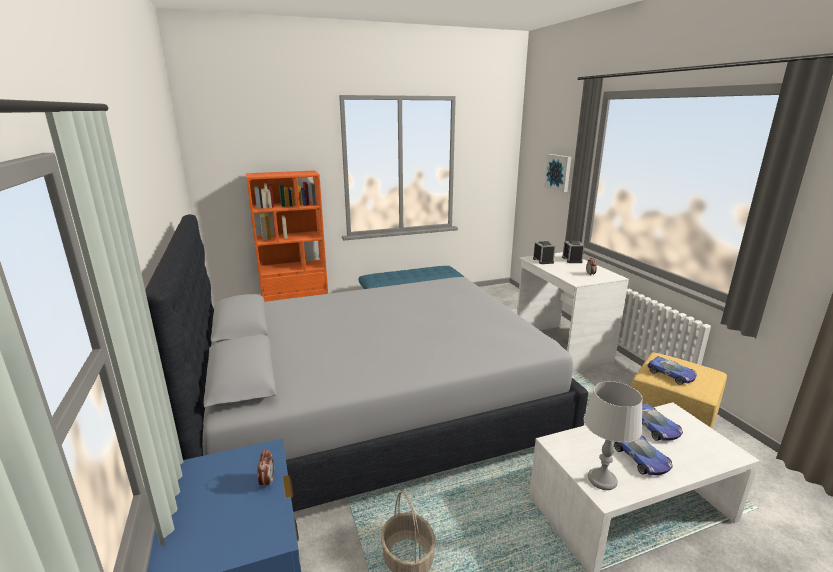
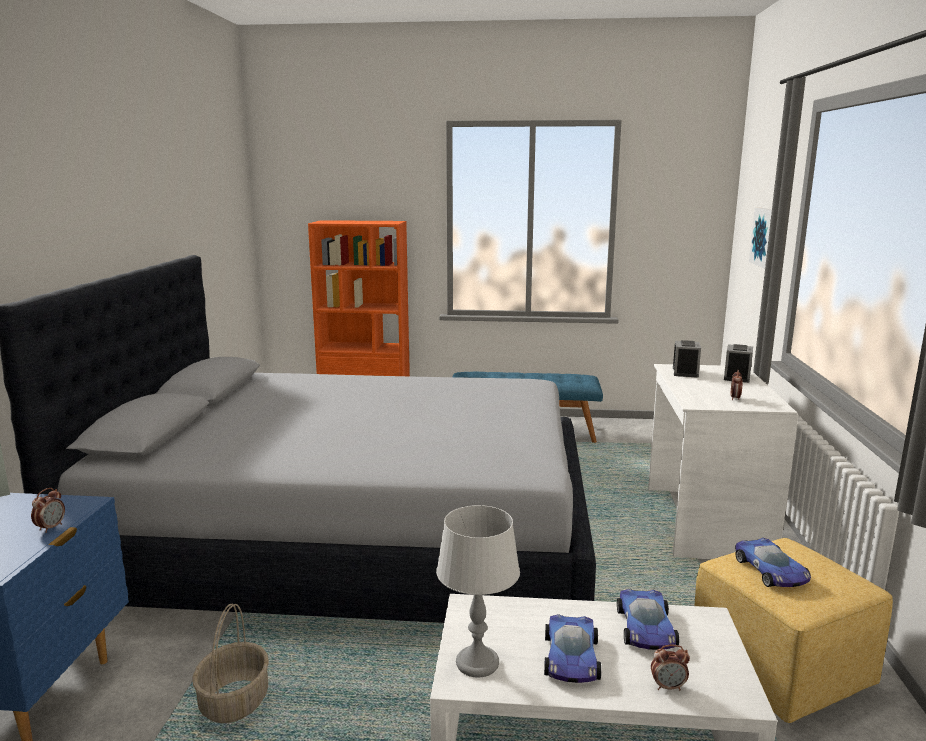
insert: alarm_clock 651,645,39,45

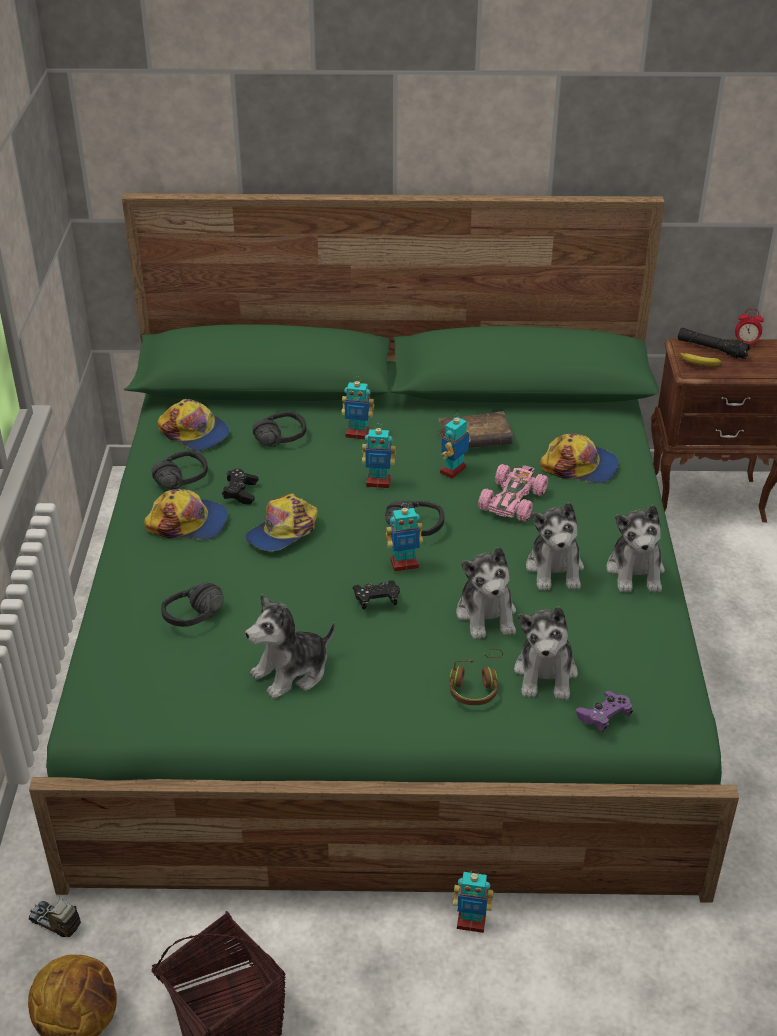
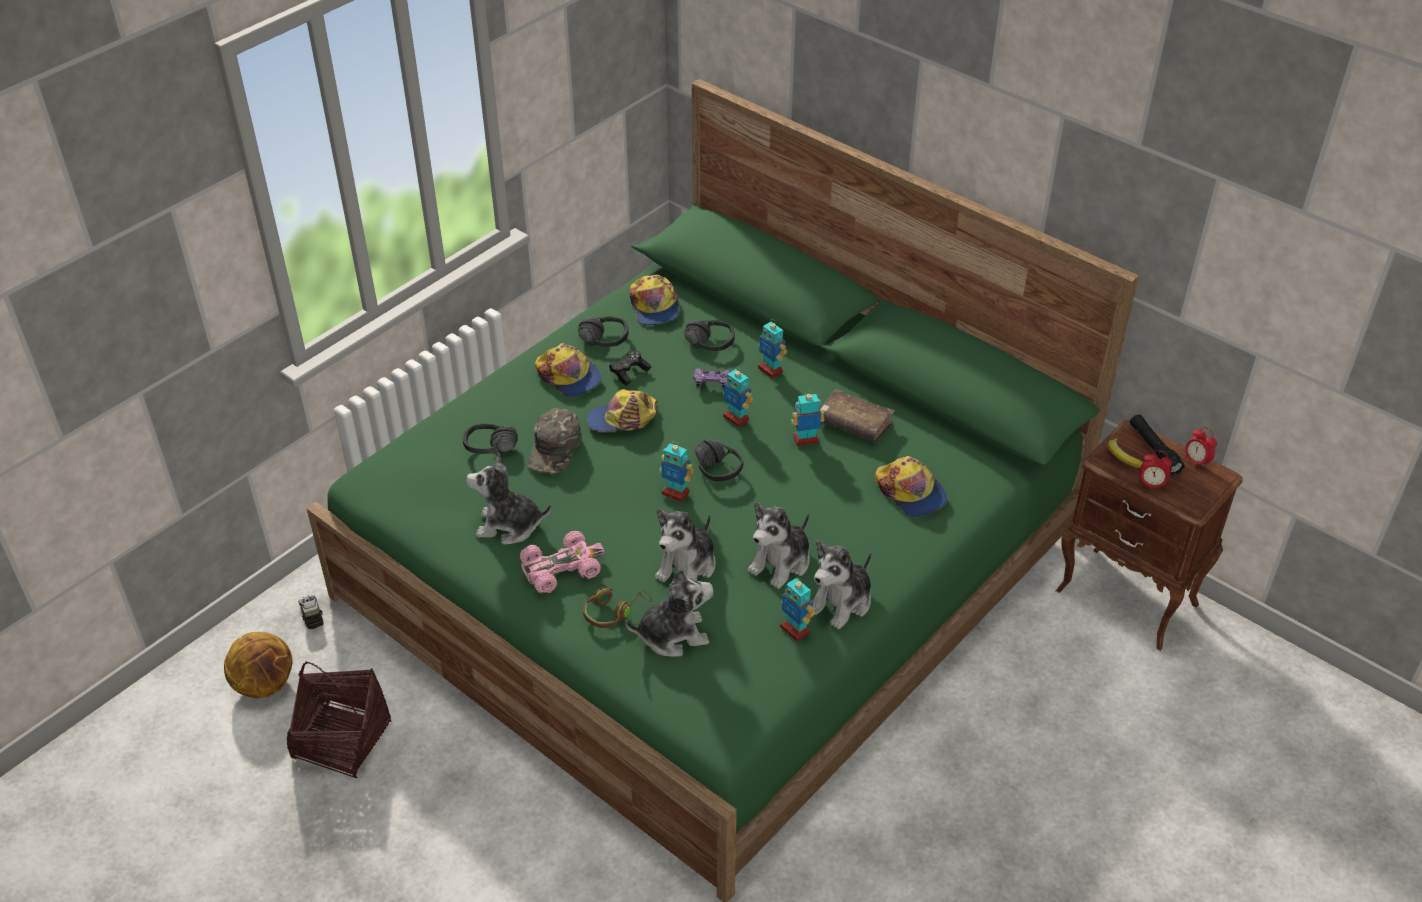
delete: black_game_controller 353,580,47,29
insert: green_cap 527,408,55,65; alarm_clock 1140,450,32,42
move: toy_robot 453,870,40,63 to 780,578,35,63; pink_toy_car 478,464,70,58 to 520,531,84,63; purple_game_controller 575,691,58,41 to 693,369,37,21
rotate: plush_toy 514,606,64,94 = 625,568,89,89 150 degrees counterclockwise

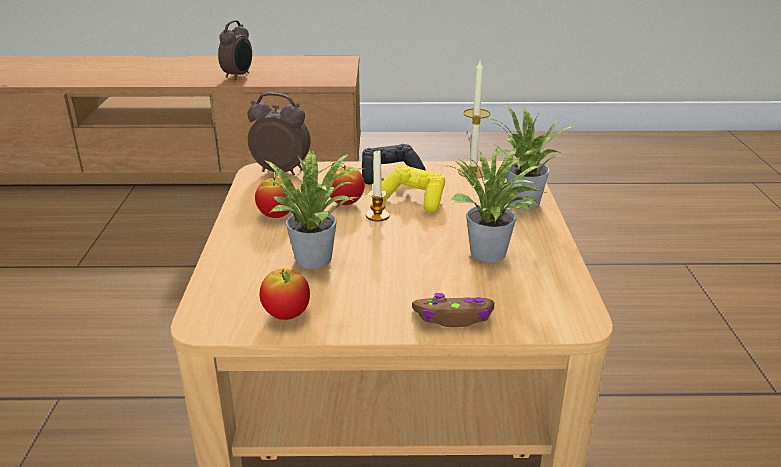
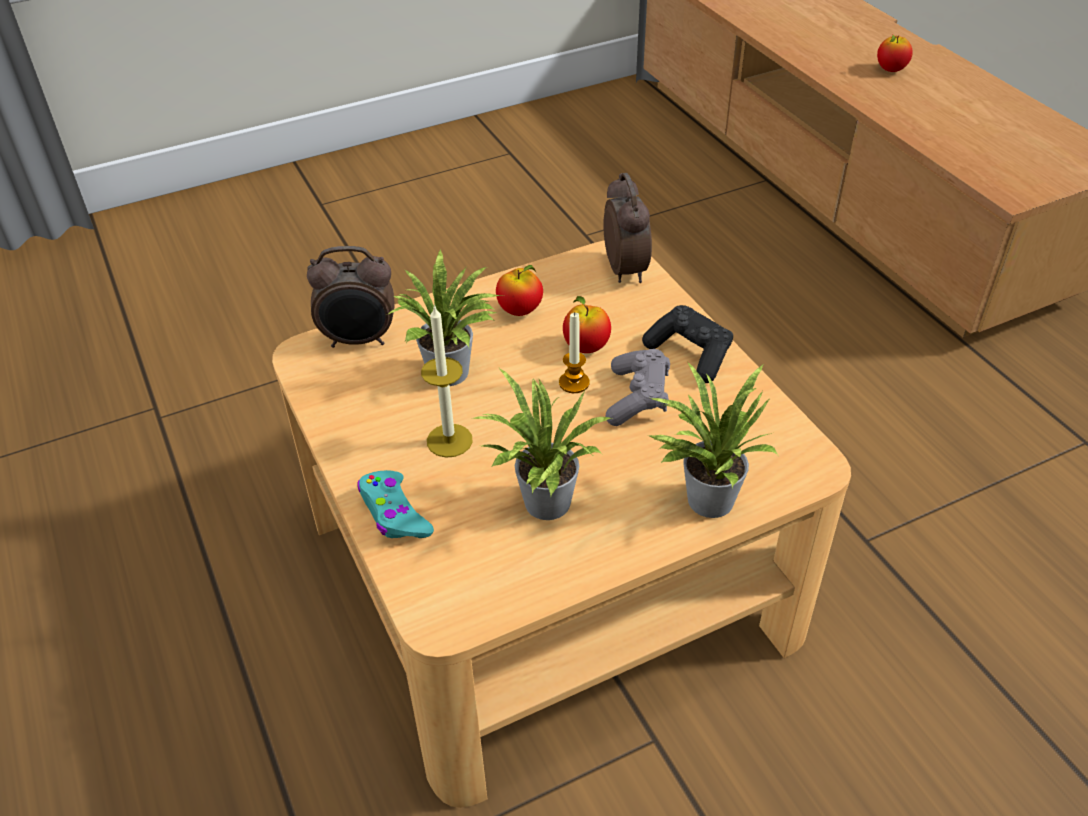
move: alarm_clock 218,20,34,60 to 307,246,88,102; apple 260,268,50,52 to 877,35,36,37; candle 458,61,32,117 to 421,304,52,154
recolor: yellow_game_controller 381,165,64,48 to grey_game_controller 606,349,64,77; brown_game_controller 412,293,82,34 to turquoise_game_controller 357,470,77,68

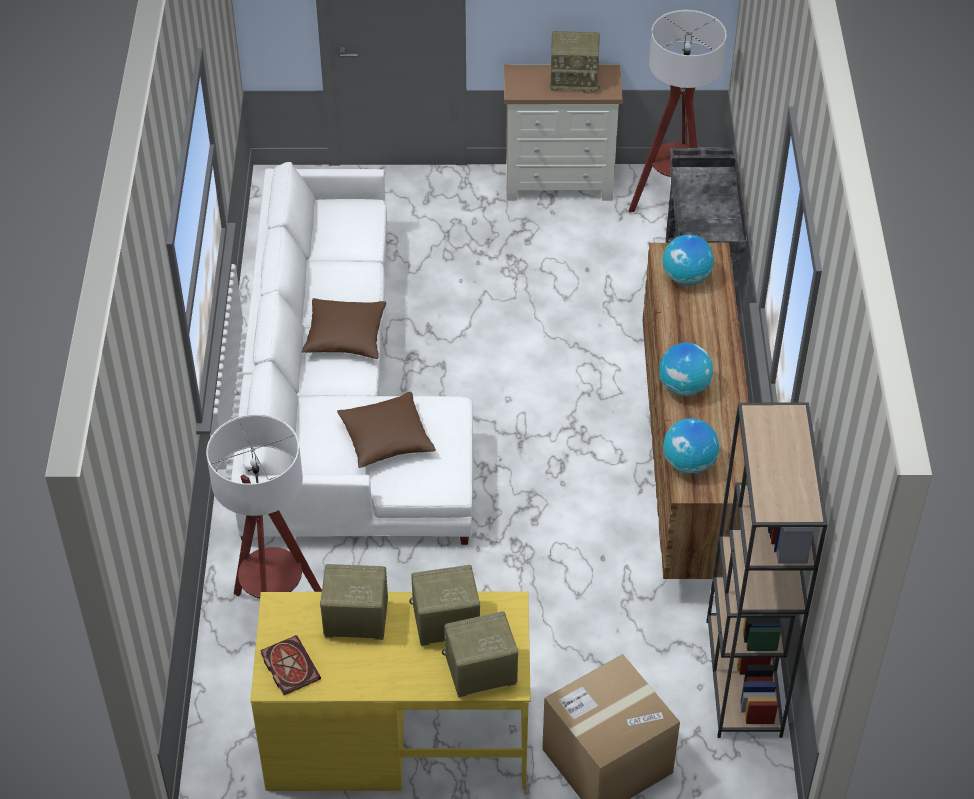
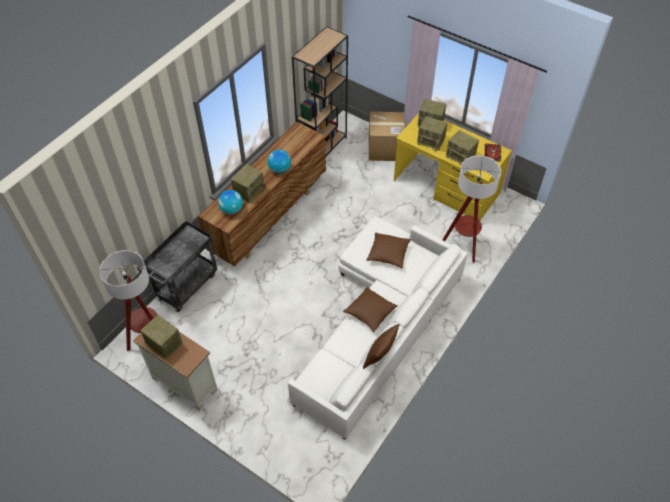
delete: globe 663,418,56,56
insert: radio 231,164,35,39; brown_pillow 363,324,37,45

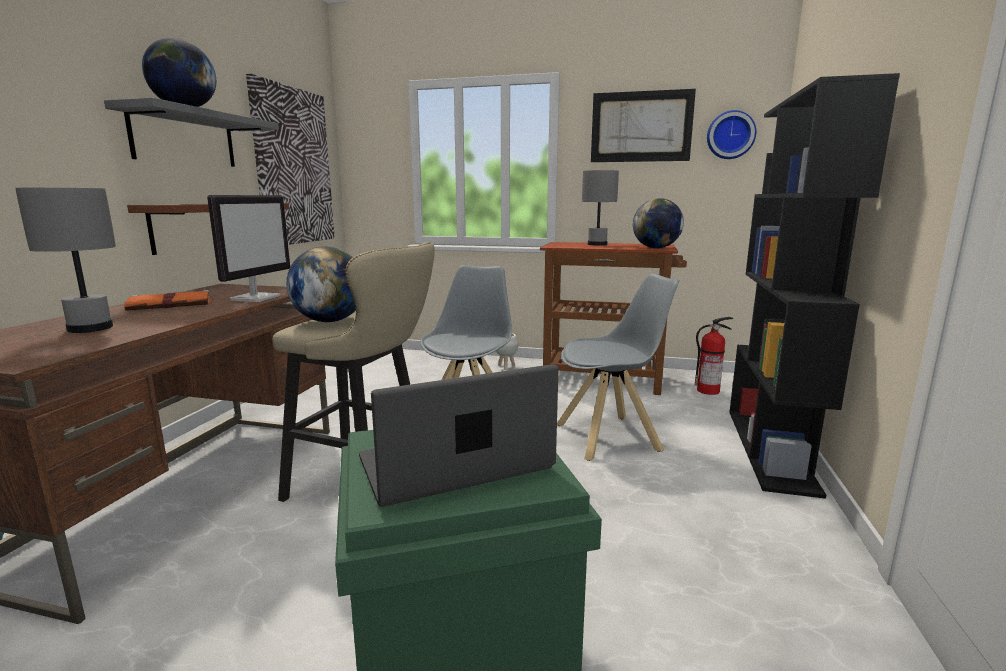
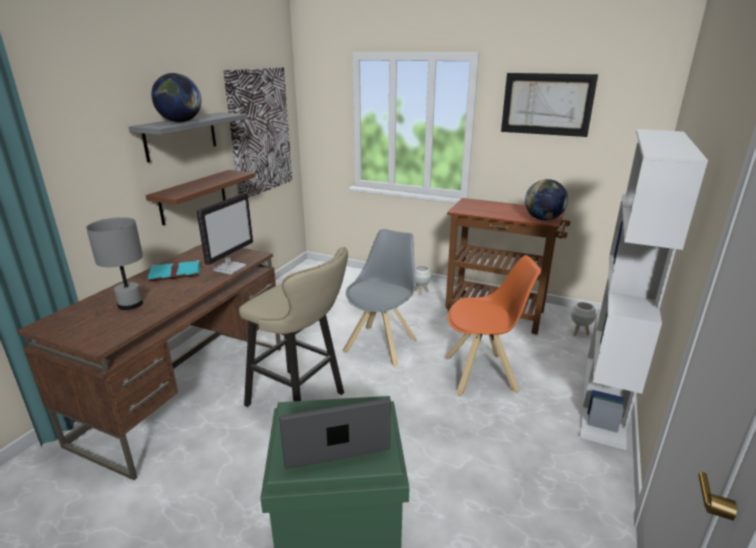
delete: globe 286,247,70,75; grey_table_lamp 582,170,37,76; wall_clock 707,110,49,49
replace: fire_extinguisher 695,317,38,78 to white_planter 571,302,25,34
recolor: orange_book 124,290,91,21 to turquoise_book 148,260,56,21; grey_chair 557,273,122,188 to orange_chair 444,256,97,140; black_bookcase 729,73,171,426 to white_bookcase 580,129,128,321

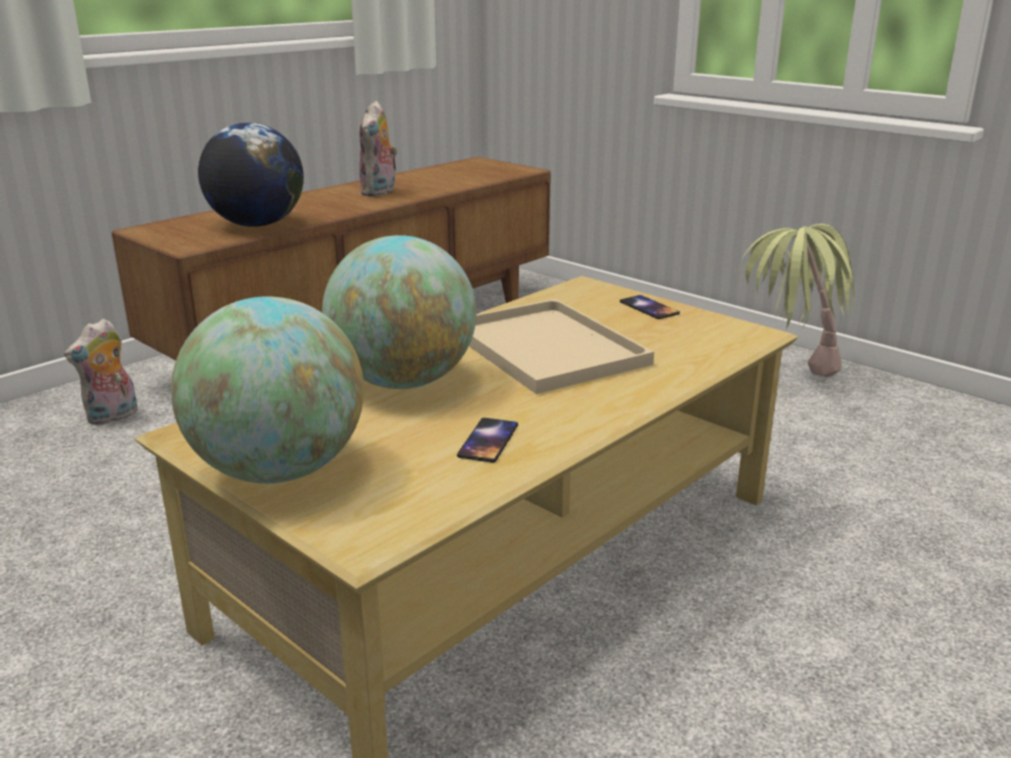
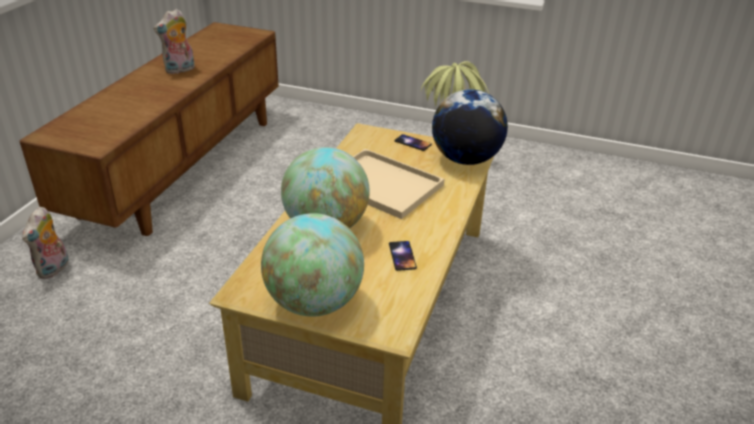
move: globe 198,123,106,104 to 432,89,76,76
rotate: plush_toy 359,101,39,96 = 153,9,42,65 60 degrees clockwise

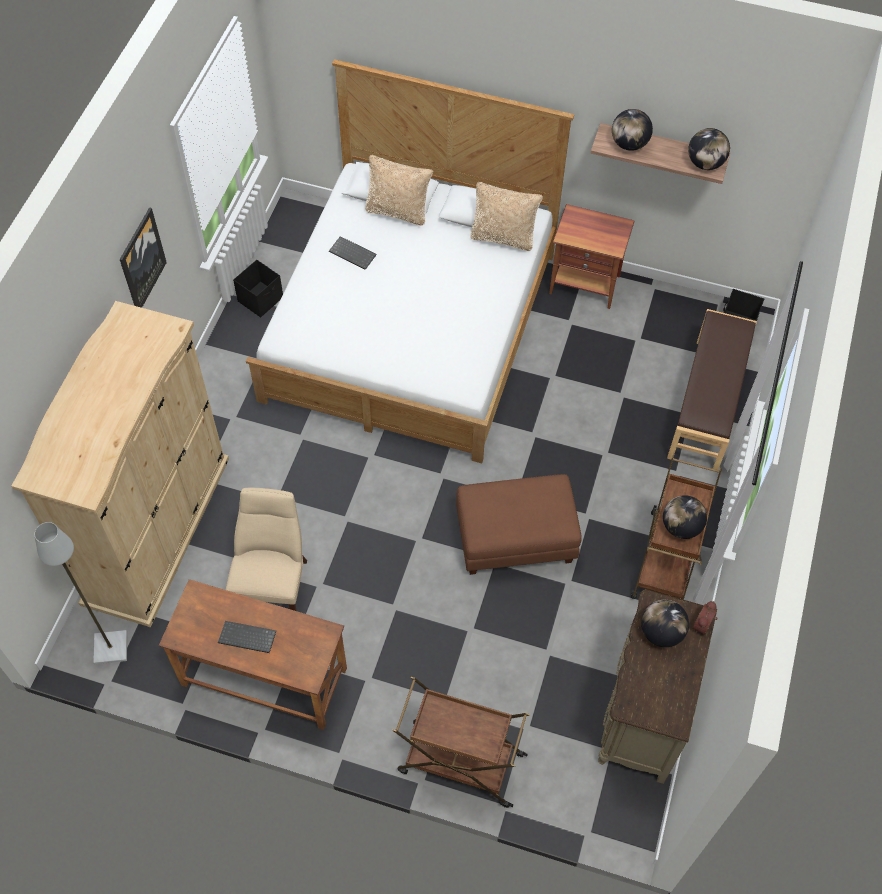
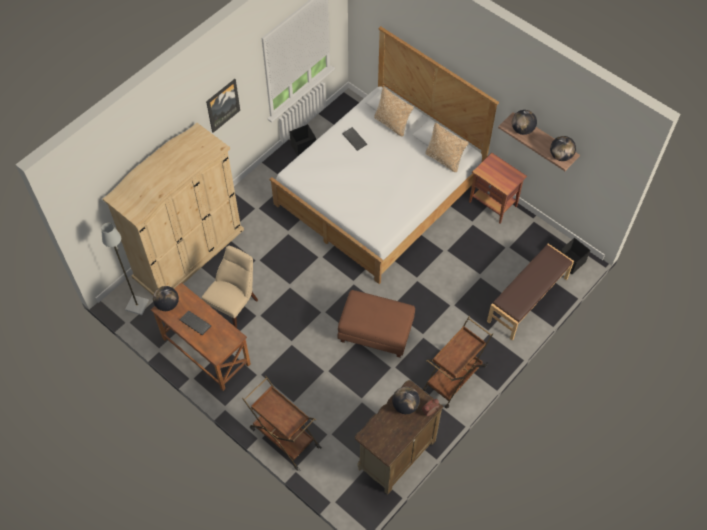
move: globe 663,495,44,44 to 153,286,26,25

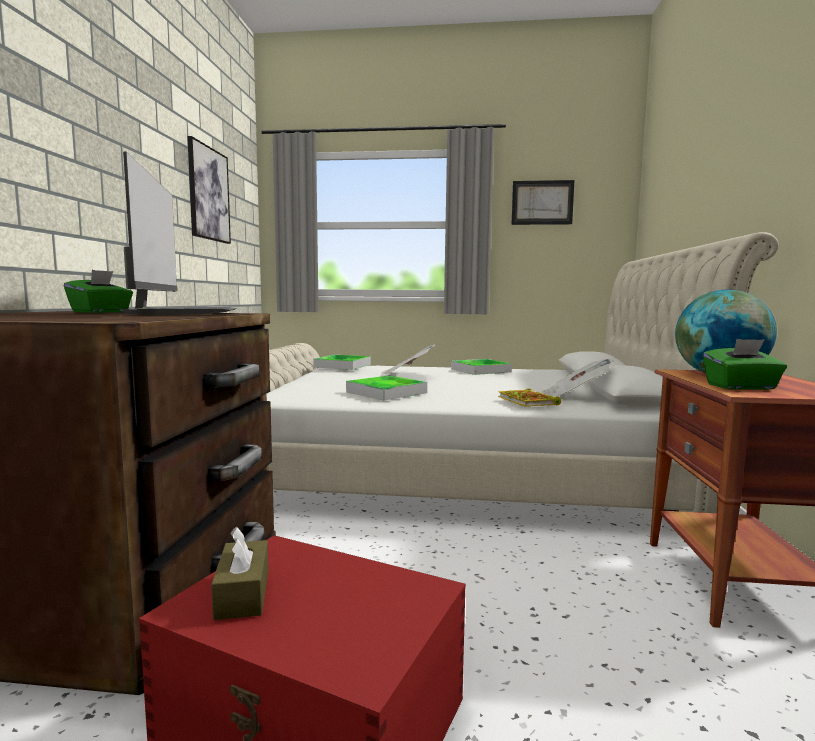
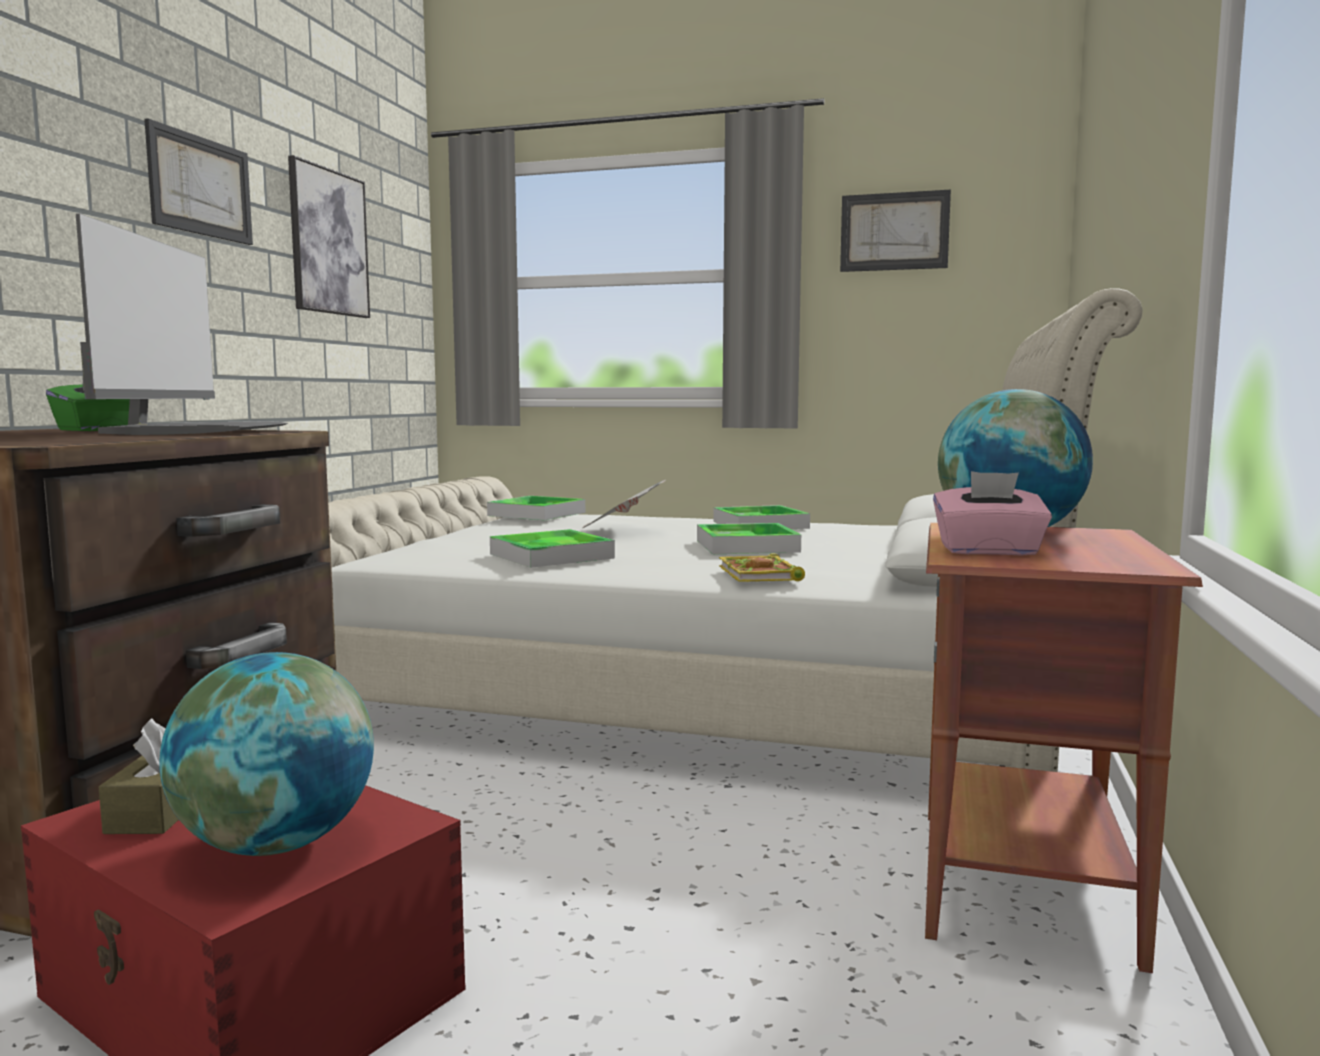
delete: newspaper 539,359,75,38
insert: picture 144,118,109,127; globe 159,652,215,204; tray 697,523,104,31
recolor: green_tissue_box 703,339,84,51 to pink_tissue_box 933,471,119,84

